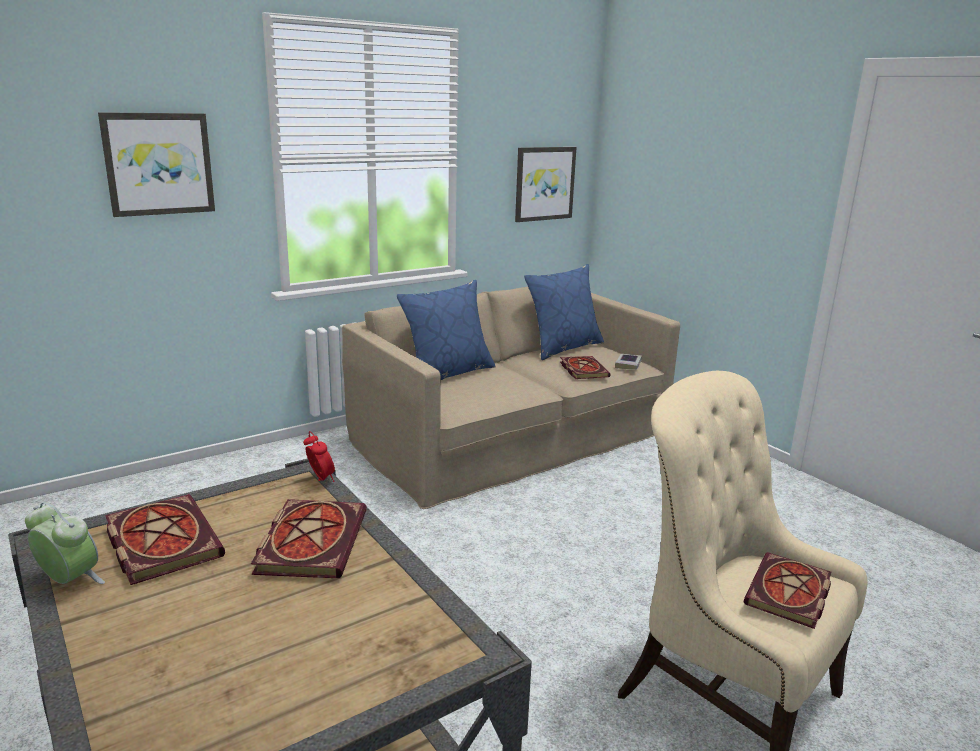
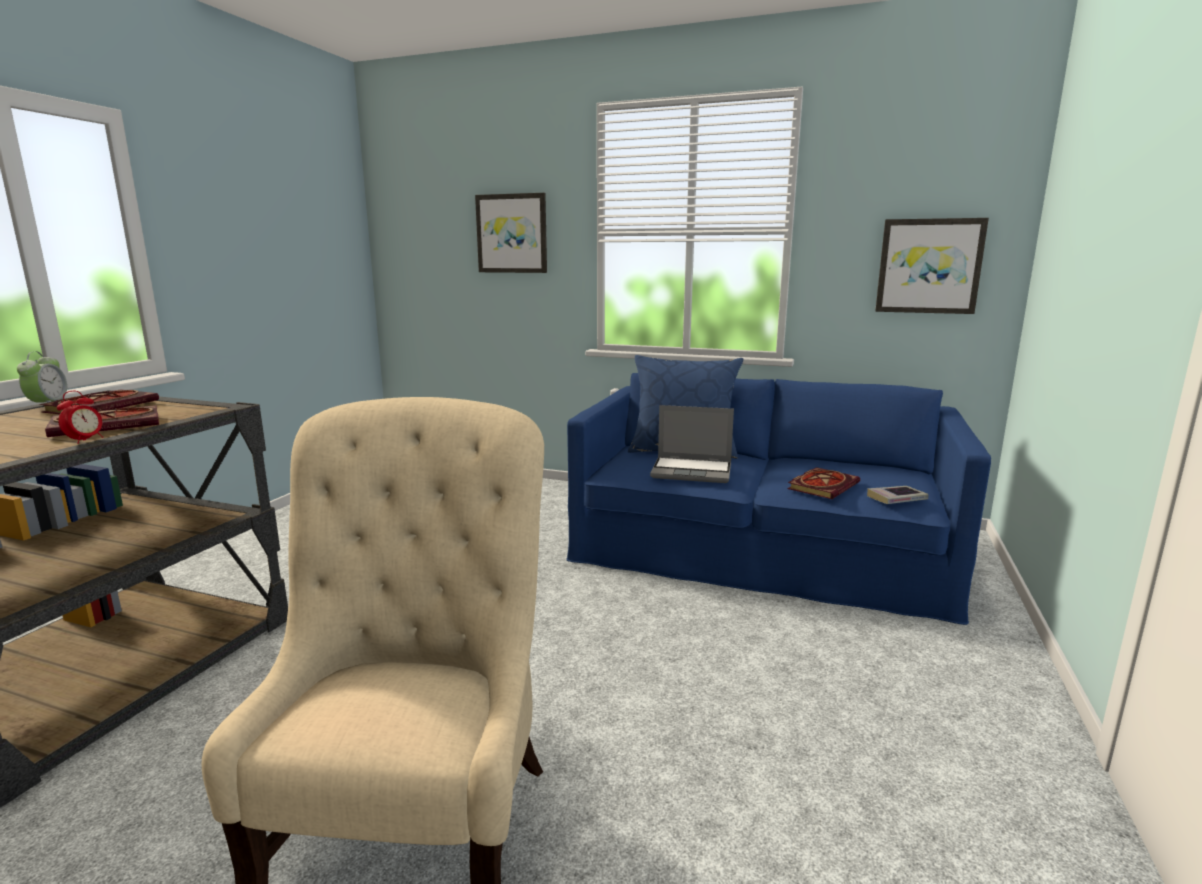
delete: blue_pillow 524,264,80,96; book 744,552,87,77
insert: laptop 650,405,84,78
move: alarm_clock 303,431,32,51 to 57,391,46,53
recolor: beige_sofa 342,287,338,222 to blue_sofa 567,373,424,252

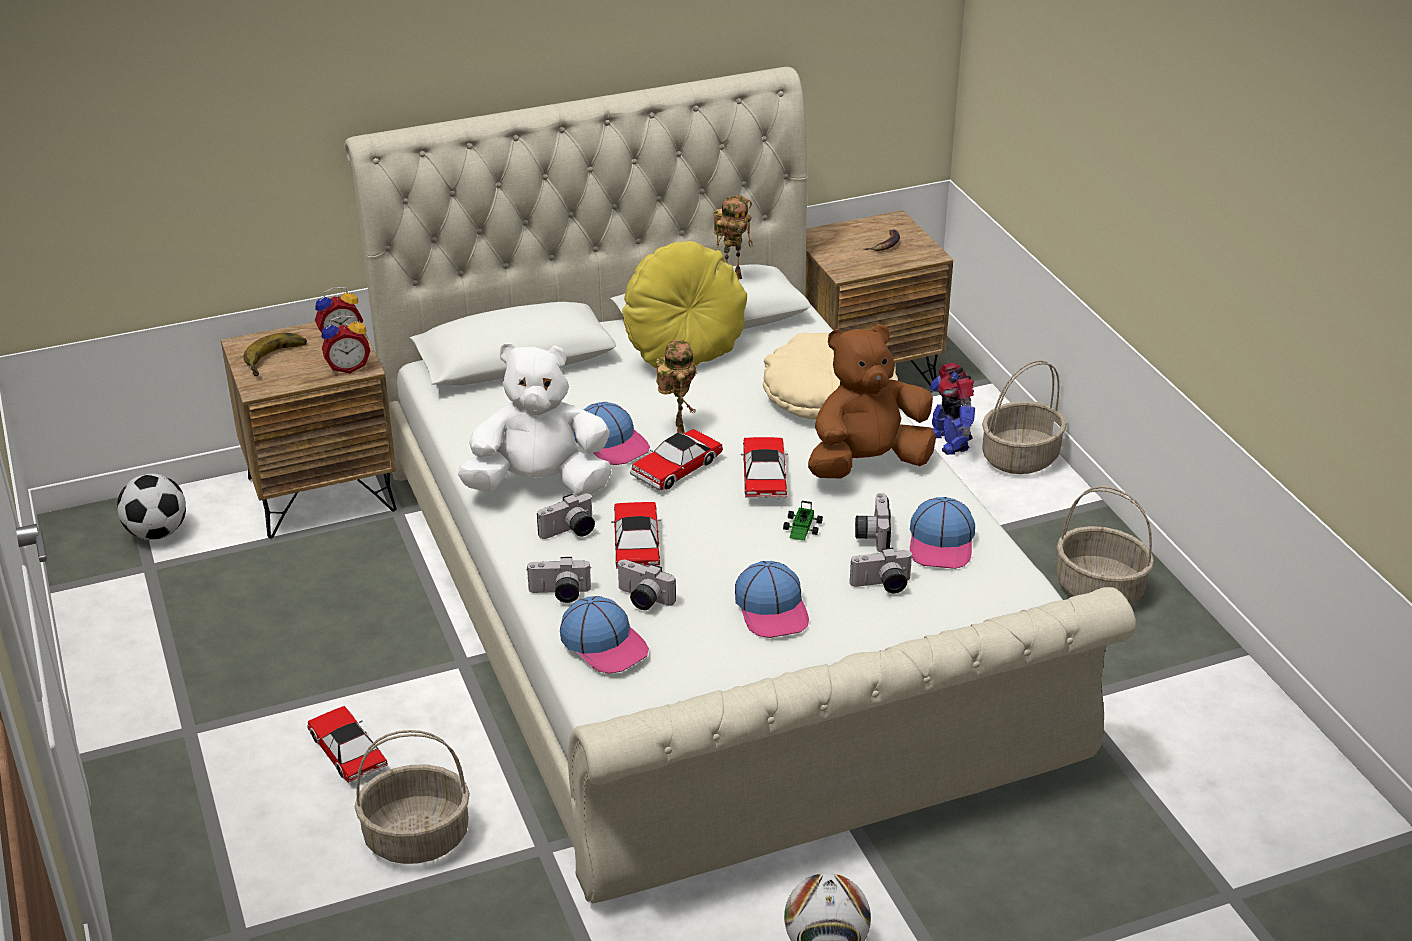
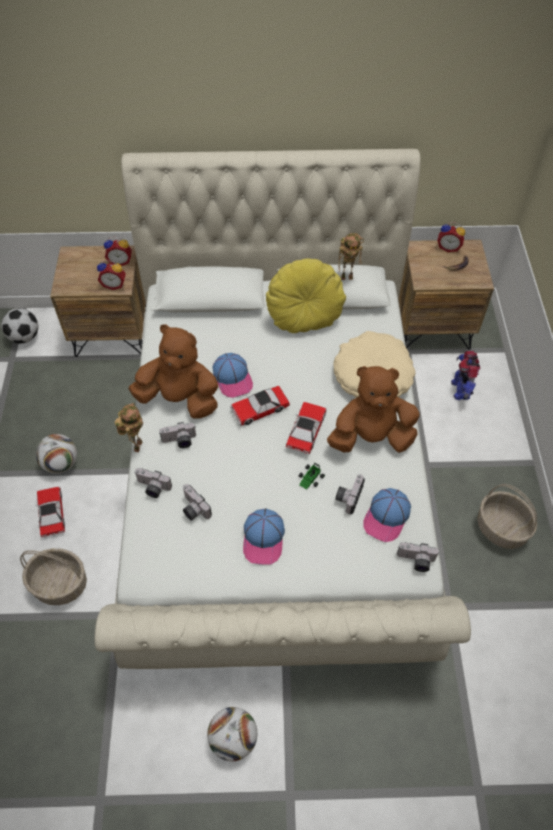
delete: banana 243,333,64,43; cap 560,596,89,78; toy_car 611,502,50,67; basket 982,360,85,114
insert: football 36,434,41,40; alarm_clock 437,222,28,30
move: toy_robot 656,339,41,95 to 115,403,28,49; photo_camera 850,547,64,46 to 397,542,42,30
recolor: white_plush_toy 458,343,154,153 to brown_plush_toy 128,324,90,95

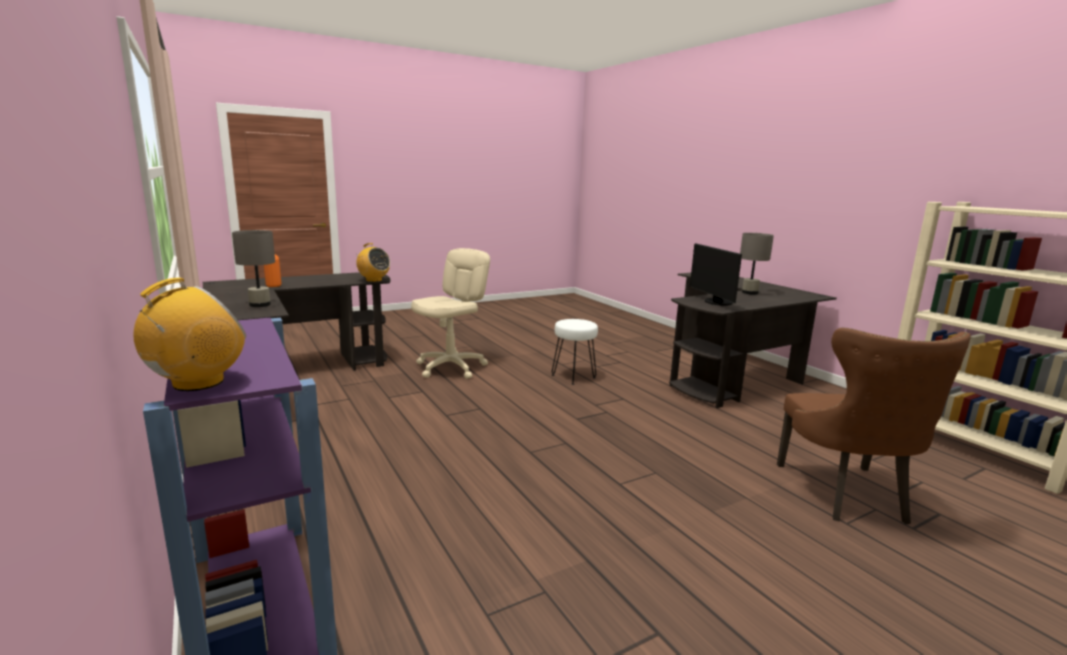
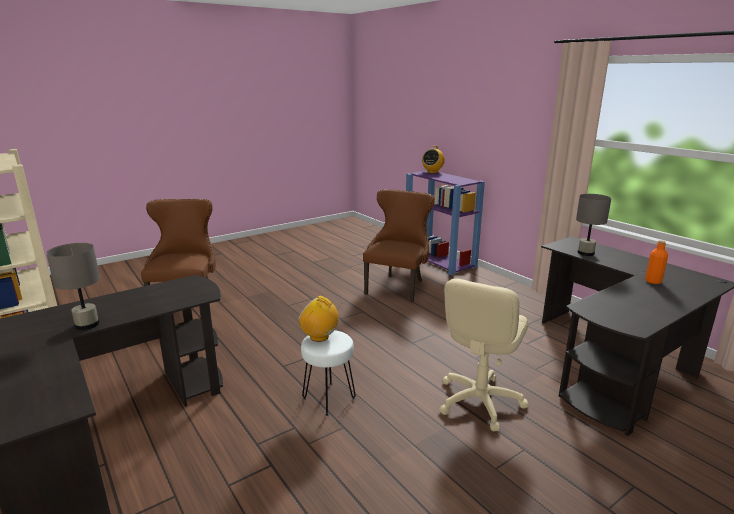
delete: monitor 690,243,52,63
insert: brown_chair 363,189,72,114
move: radio 356,243,34,39 to 298,296,44,46

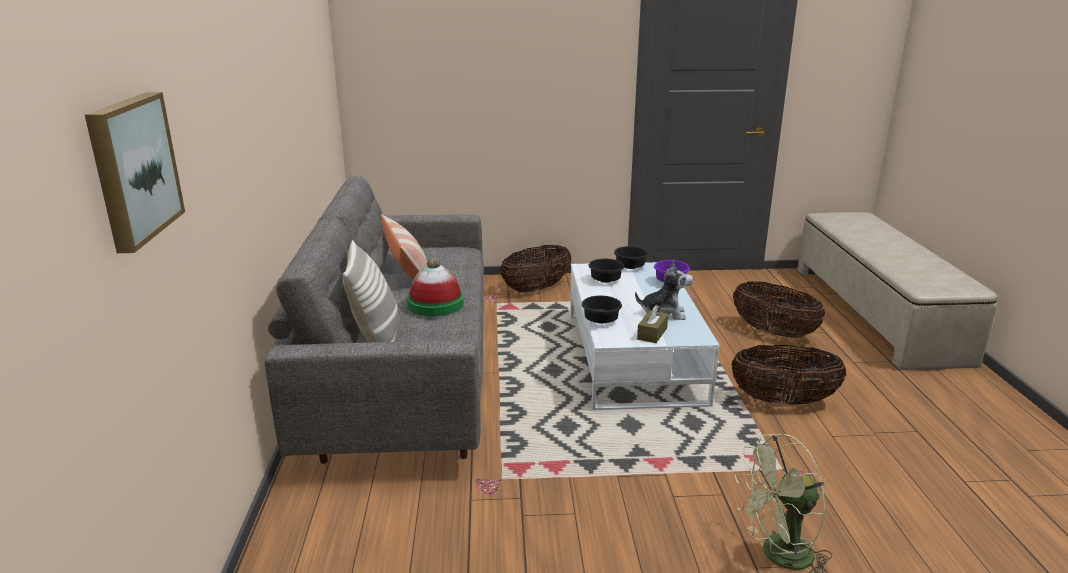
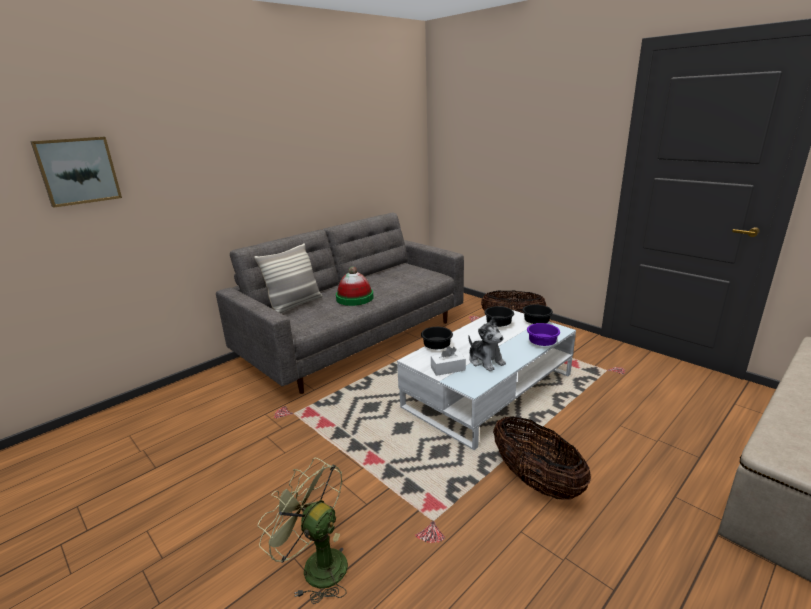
delete: pillow 381,214,46,65; basket 733,281,92,57
recolor: brown_tissue_box 637,305,31,38 to white_tissue_box 431,346,35,30

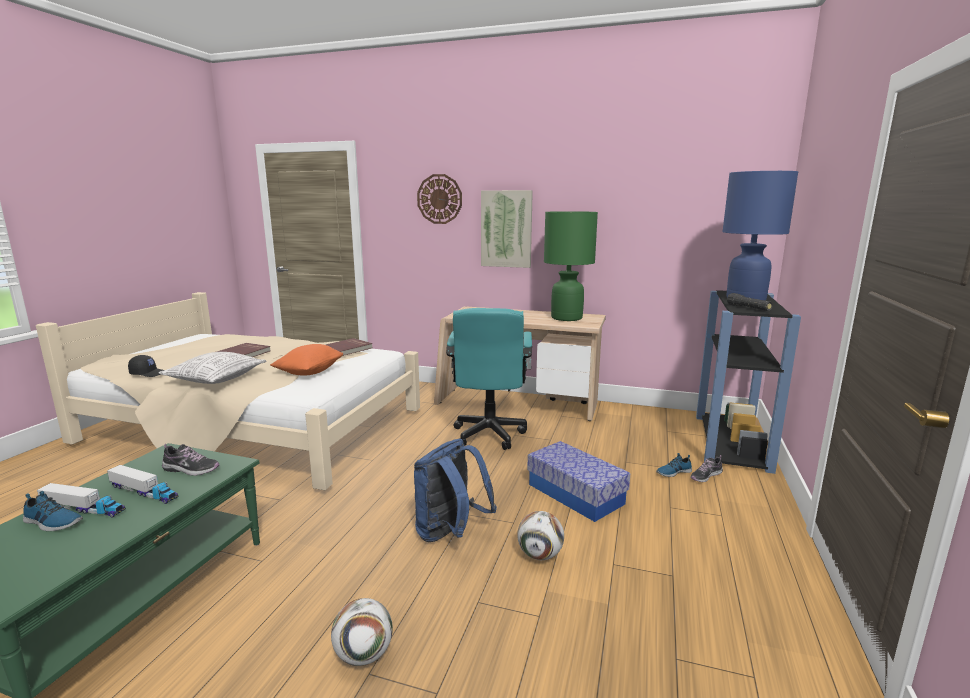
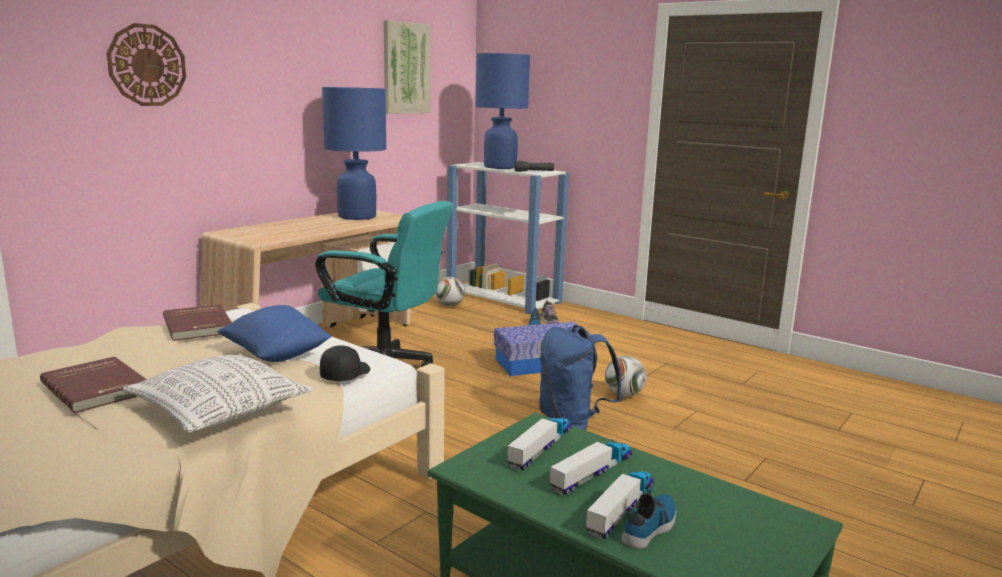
move: black_cap 128,355,36,22 to 320,345,50,36; football 331,598,62,68 to 435,277,30,30; picture 481,190,52,78 to 384,20,47,94
replace: shoe 162,444,58,32 to toy_truck 507,415,64,56
recolor: orange_pillow 270,344,74,32 to blue_pillow 217,305,115,57; green_table_lamp 544,211,54,110 to blue_table_lamp 322,87,64,133; black_bookcase 696,290,105,184 to white_bookcase 447,162,122,153

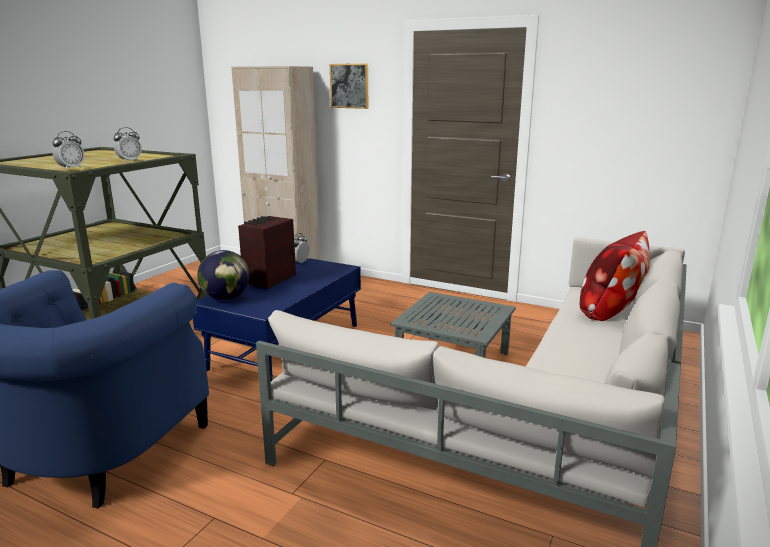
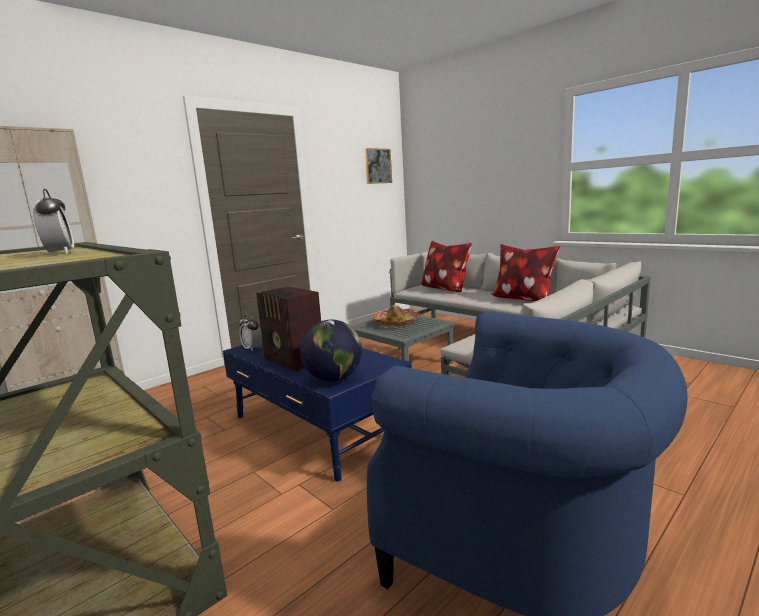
delete: alarm_clock 53,131,32,39
insert: hat 371,305,48,22; pillow 491,244,70,57
move: picture 330,63,38,46 to 365,148,27,36

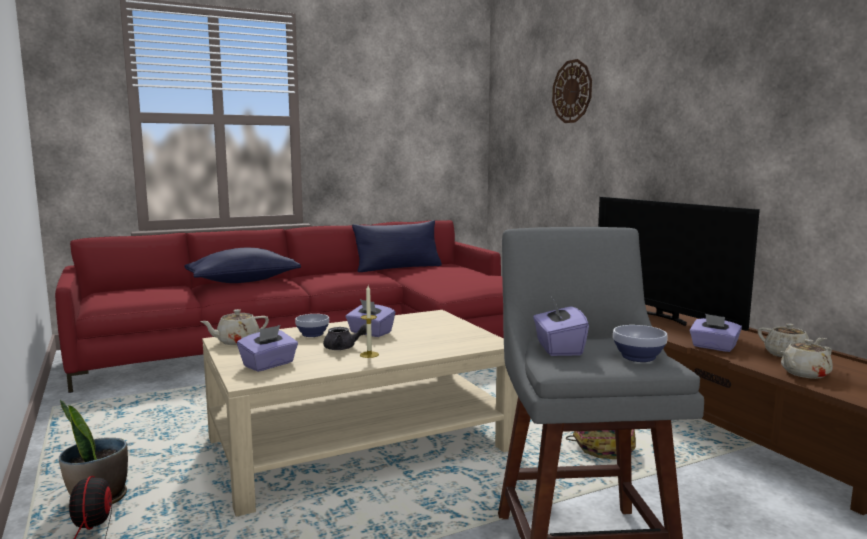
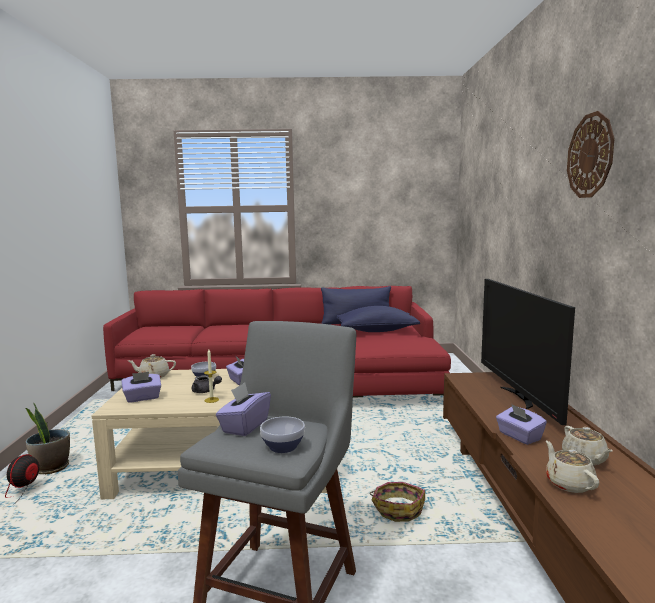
move: blue_pillow 184,248,117,35 to 337,306,83,26; wall_clock 552,59,40,64 to 567,111,47,87
rotate: beige_teapot 780,339,53,40 = 546,441,53,52 75 degrees clockwise

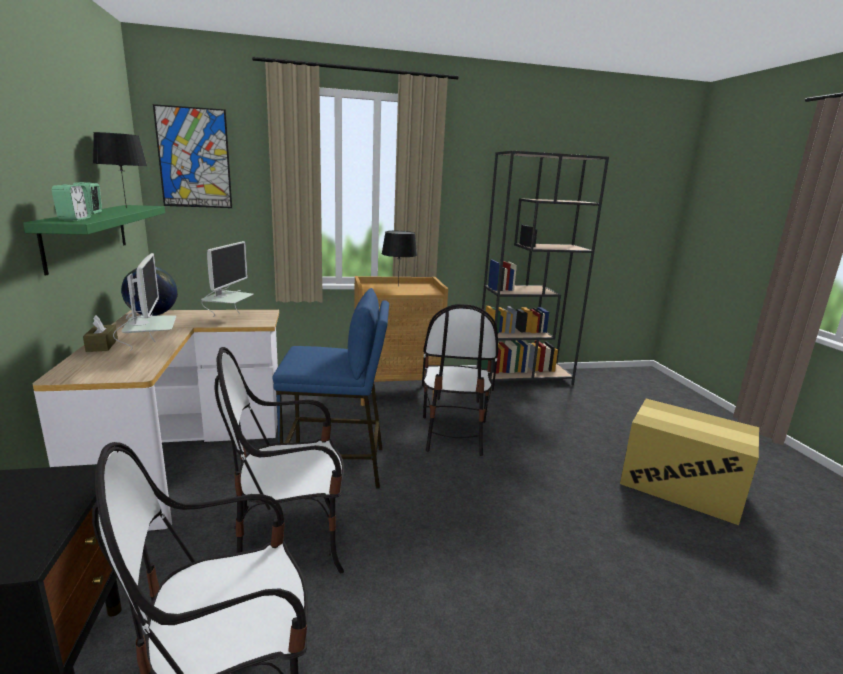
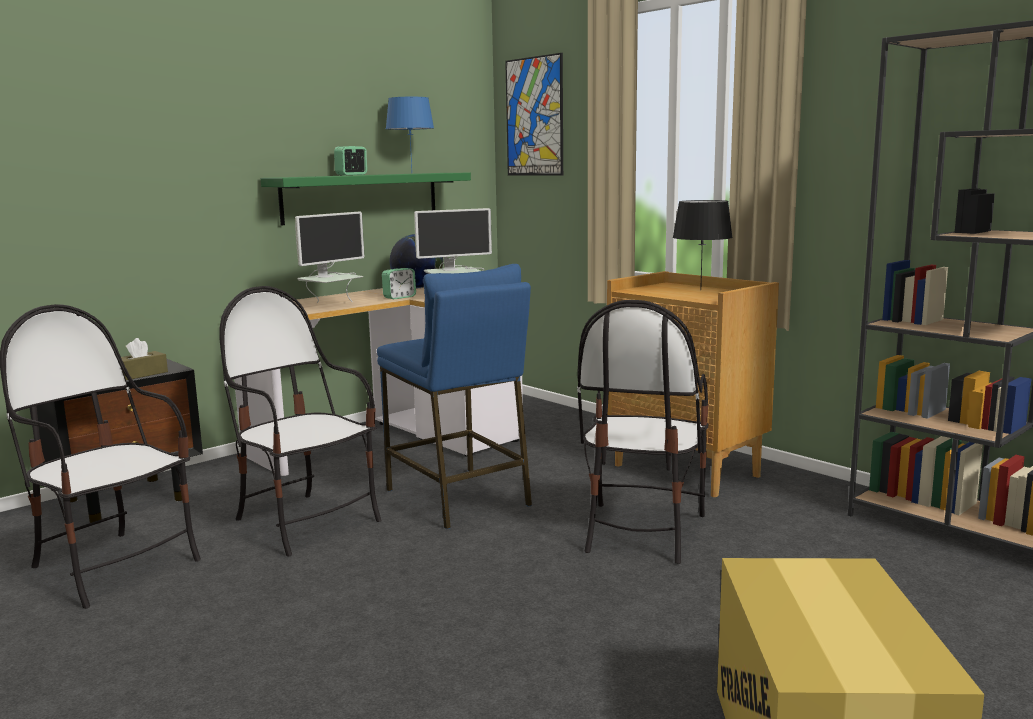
move: alarm_clock 52,184,39,37 to 382,268,34,31; brown_tissue_box 83,315,35,37 to 121,338,47,42
recolor: black_table_lamp 93,132,54,77 to blue_table_lamp 386,97,48,74
rotate: chair 422,304,76,152 = 577,300,132,264 45 degrees counterclockwise

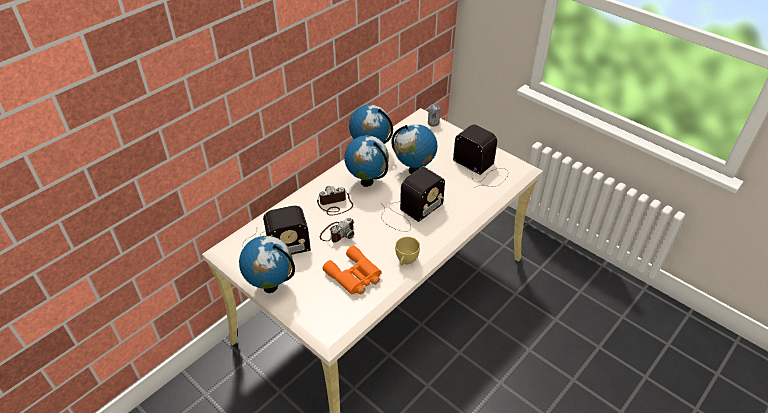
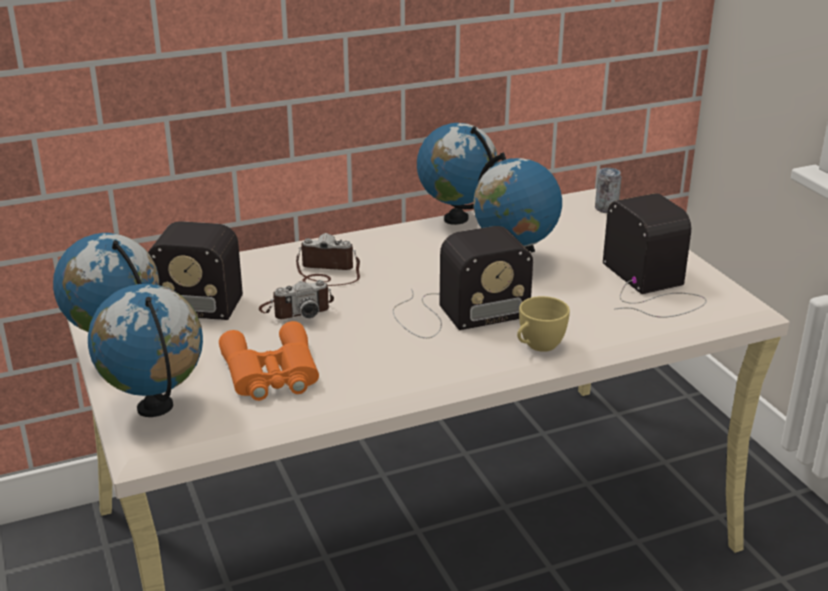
move: globe 344,135,45,52 to 88,284,115,133; yellow_cup 395,237,25,28 to 517,296,53,56

